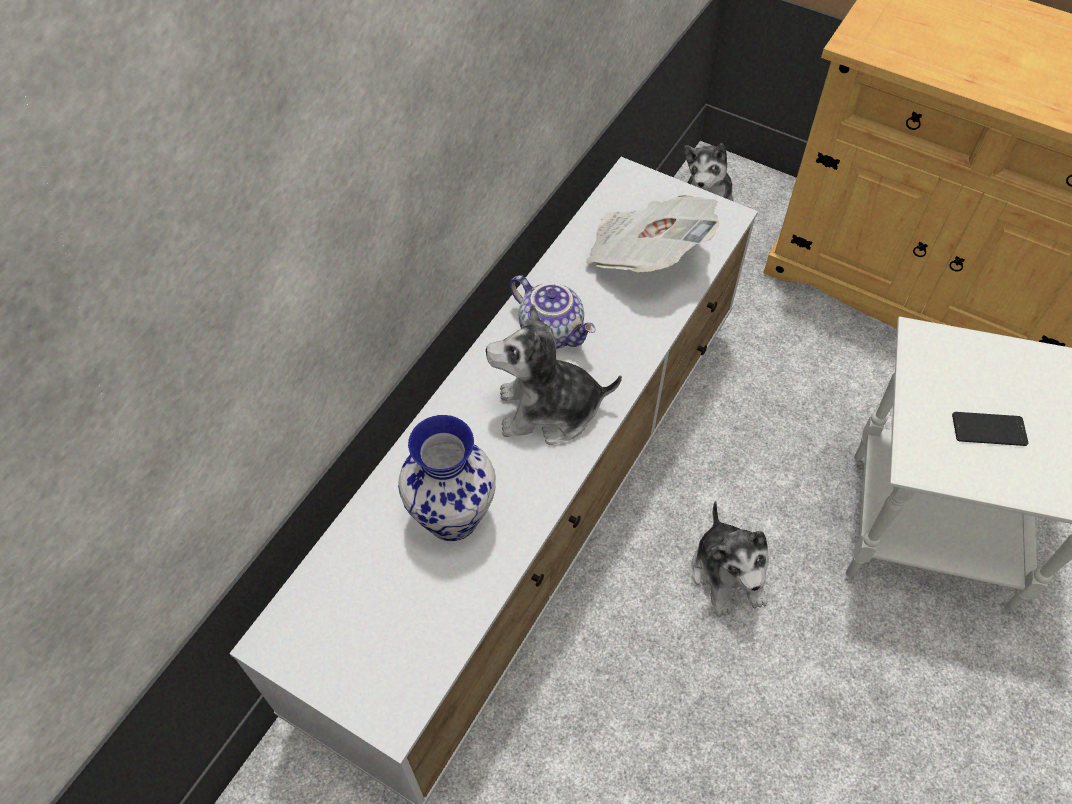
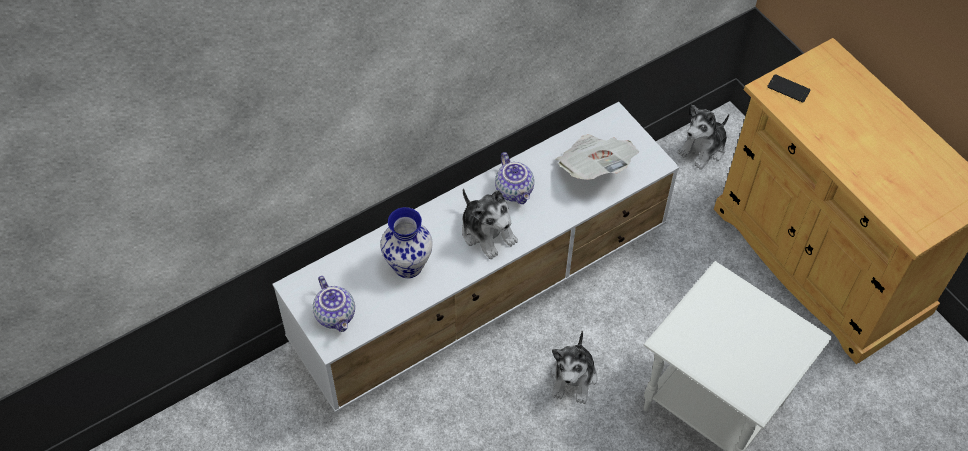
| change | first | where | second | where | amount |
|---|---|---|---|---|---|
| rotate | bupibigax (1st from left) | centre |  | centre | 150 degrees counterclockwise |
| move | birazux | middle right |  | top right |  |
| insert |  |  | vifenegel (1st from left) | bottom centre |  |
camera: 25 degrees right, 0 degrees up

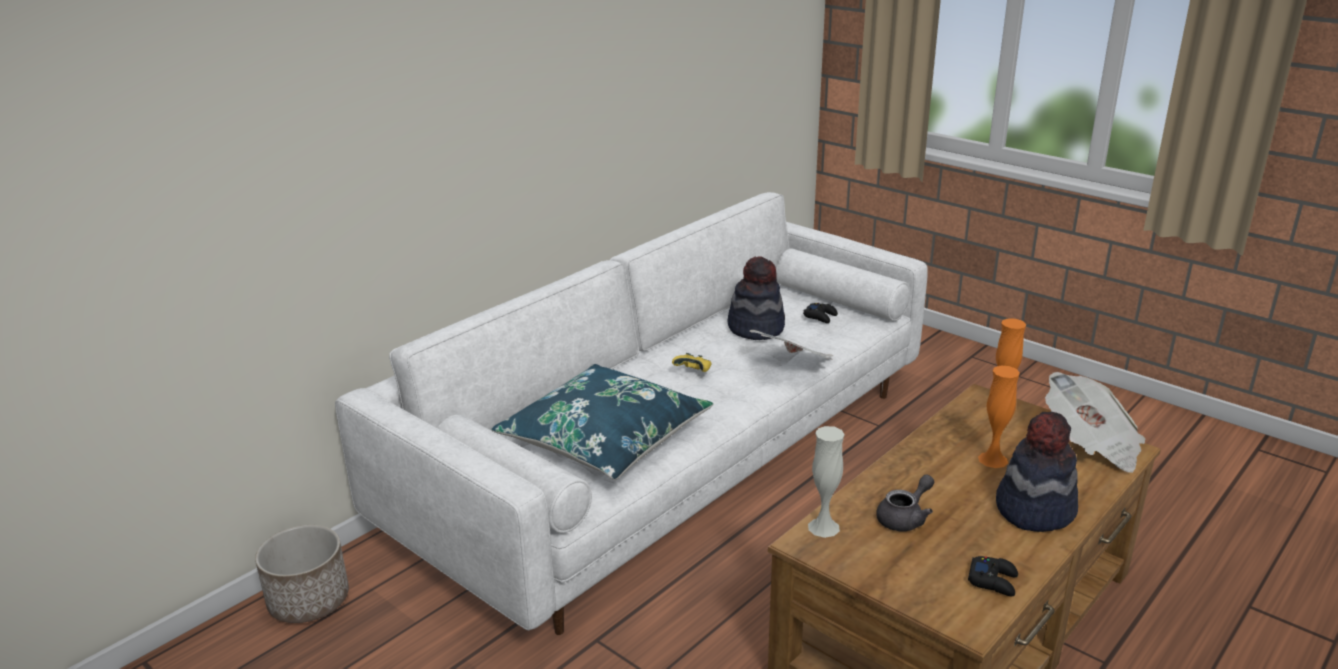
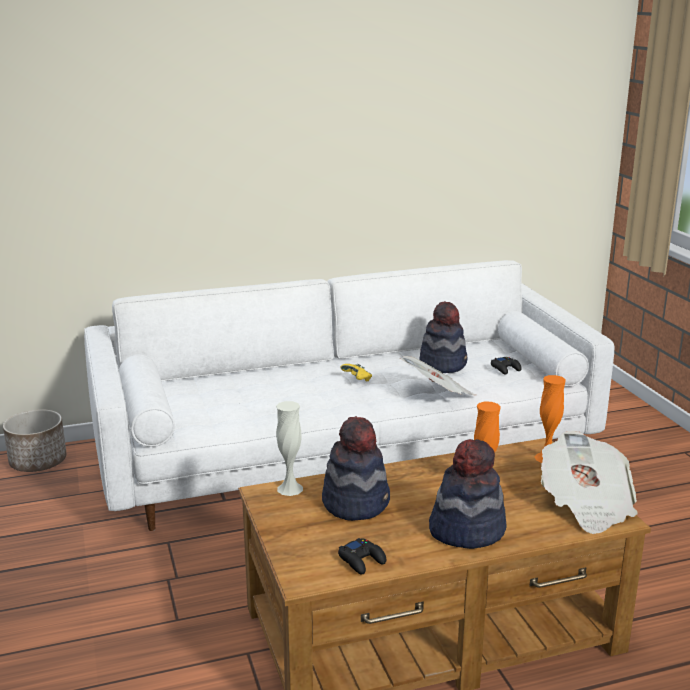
| change | first | where | second | where | amount |
|---|---|---|---|---|---|
| delete | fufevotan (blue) | centre |  |  |  |
| replace | vifenegel (grey) | bottom right | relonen (1st from left) | bottom centre |  |
camera: 30 degrees right, 5 degrees down

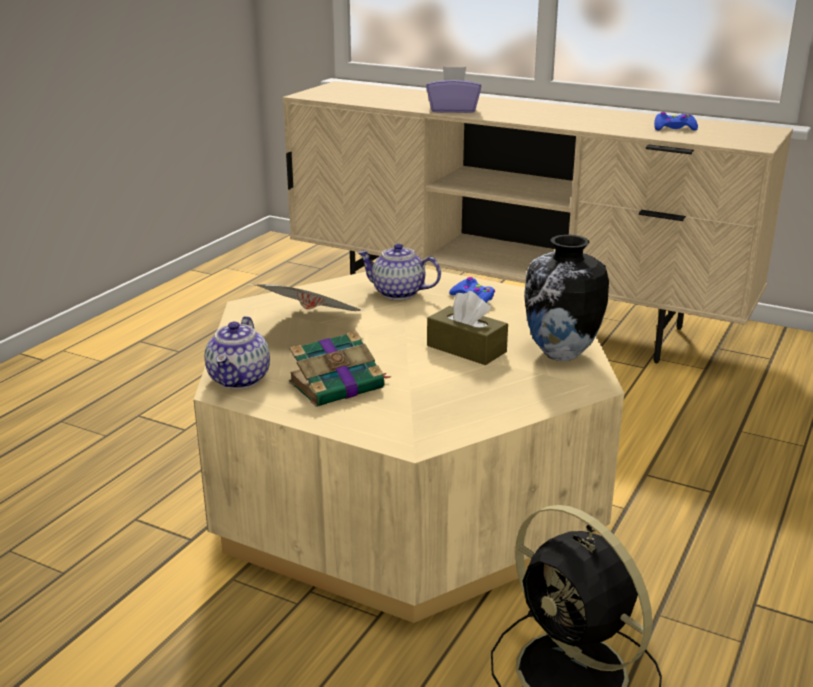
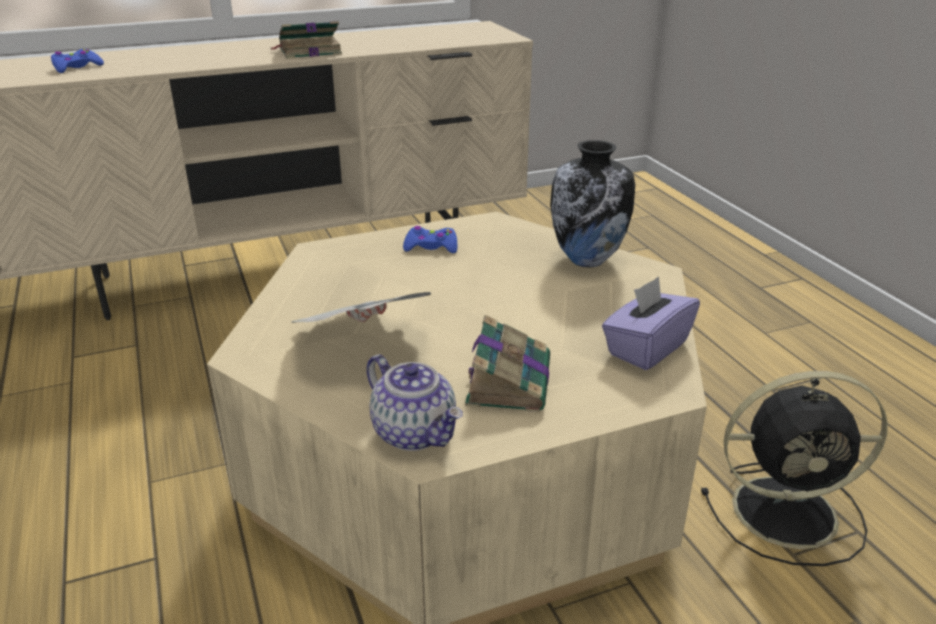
| change | first | where | second | where | amount |
|---|---|---|---|---|---|
| move | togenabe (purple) | top centre |  | middle right |  |
| move | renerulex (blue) (2nd from left in the first image) | top right | renerulex (blue) (1st from left) | top left |  |
| delete | vifenegel (2nd from left) | centre |  |  |  |
| delete | togenabe (brown) | centre |  |  |  |
| insert |  |  | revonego (1st from left) | top left |  |
camera: 50 degrees left, 5 degrees up

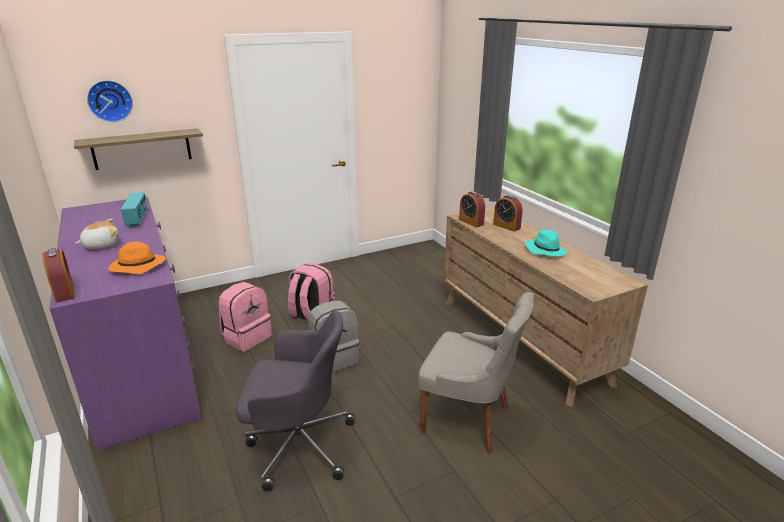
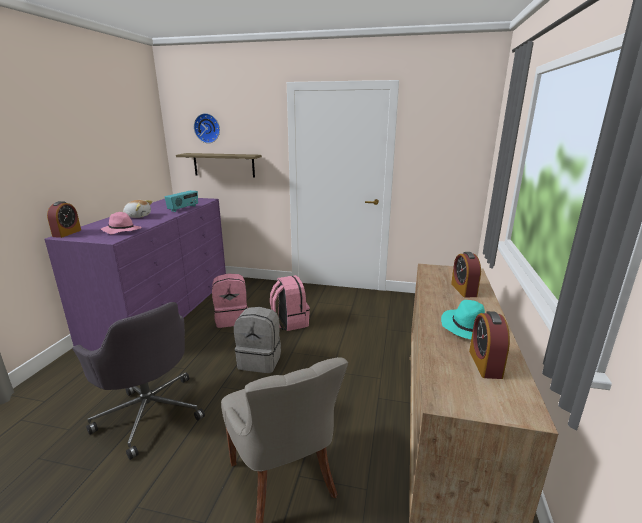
| change | first | where | second | where | amount |
|---|---|---|---|---|---|
| move | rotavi (2nd from left in the first image) | centre | rotavi (3rd from left) | middle right |  |
| recolor | relonen (orange) | middle left | relonen (pink) | middle left |  |
camera: 40 degrees right, 5 degrees down

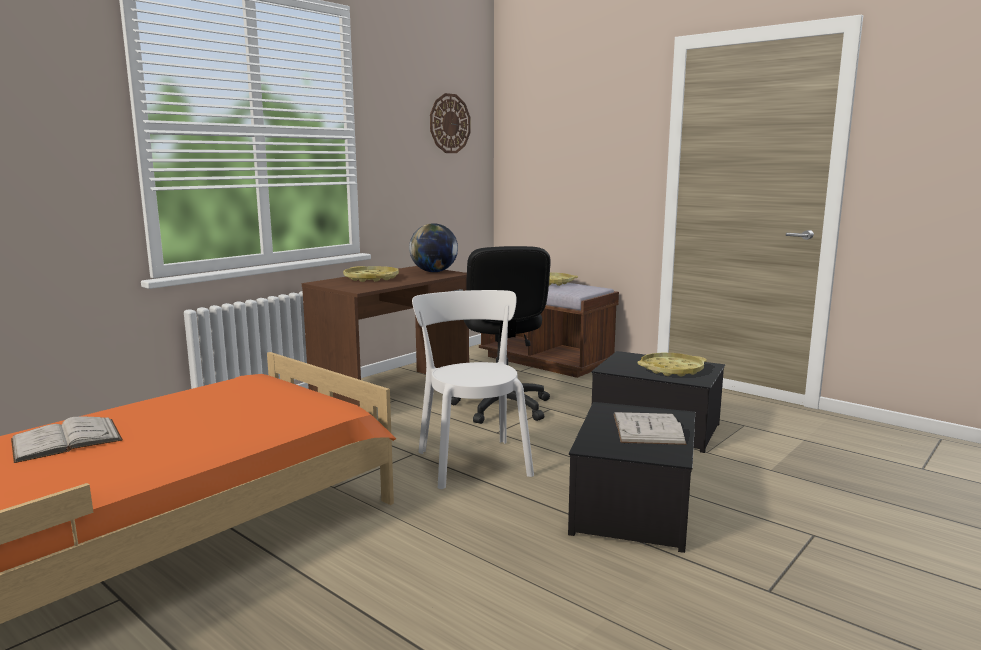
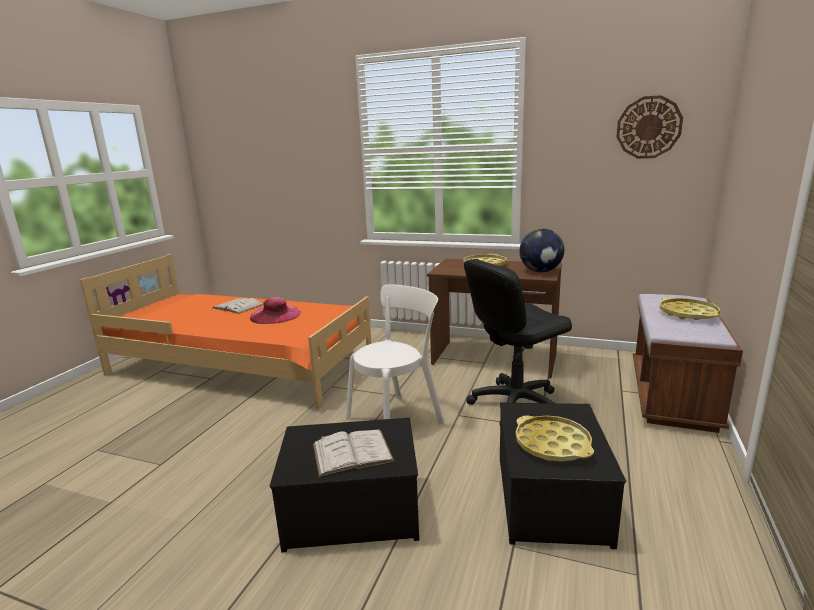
| change | first | where | second | where | amount |
|---|---|---|---|---|---|
| insert |  |  | relonen (pink) | centre |  |
camera: 70 degrees right, 5 degrees up

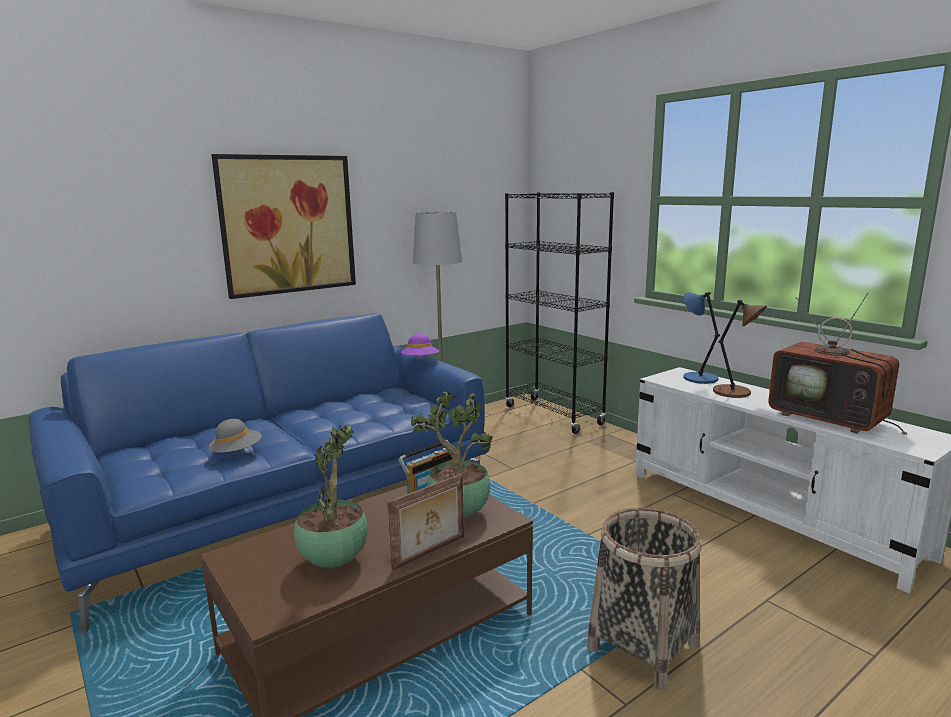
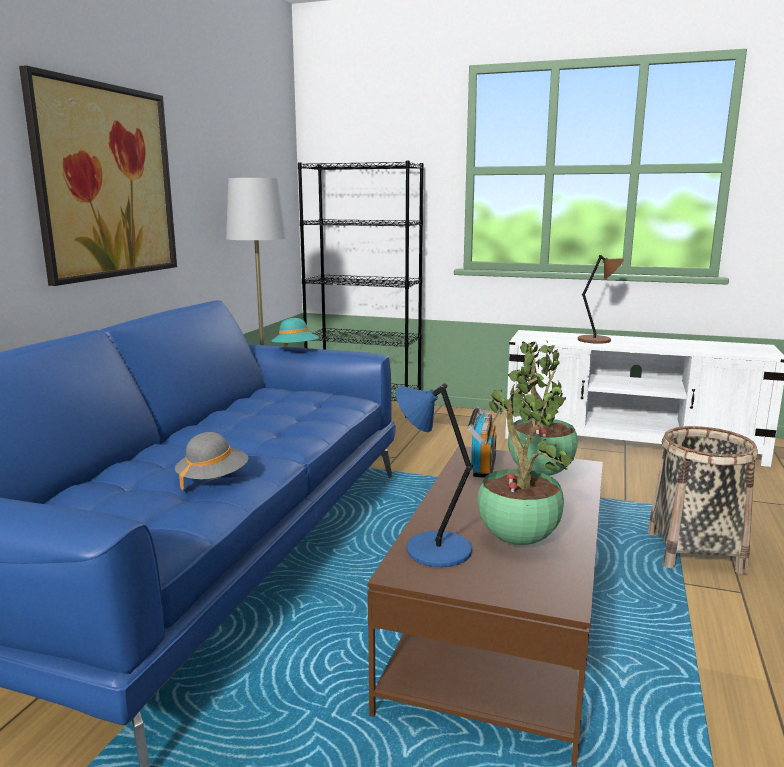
| change | first | where | second | where | amount |
|---|---|---|---|---|---|
| move | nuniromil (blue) | middle right |  | centre |  |
| delete | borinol | middle right |  |  |  |
| recolor | relonen (purple) | centre | relonen (turquoise) | centre |  |
| delete | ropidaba | bottom centre |  |  |  |
camera: 35 degrees left, 0 degrees up

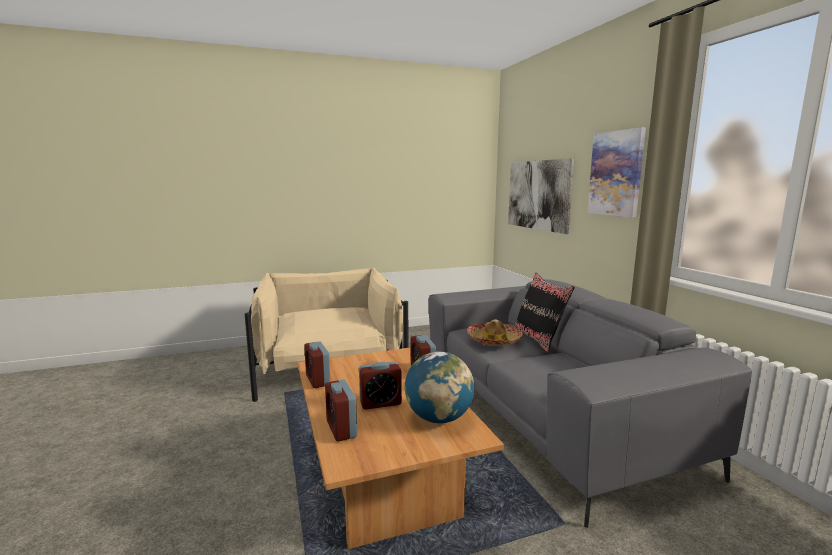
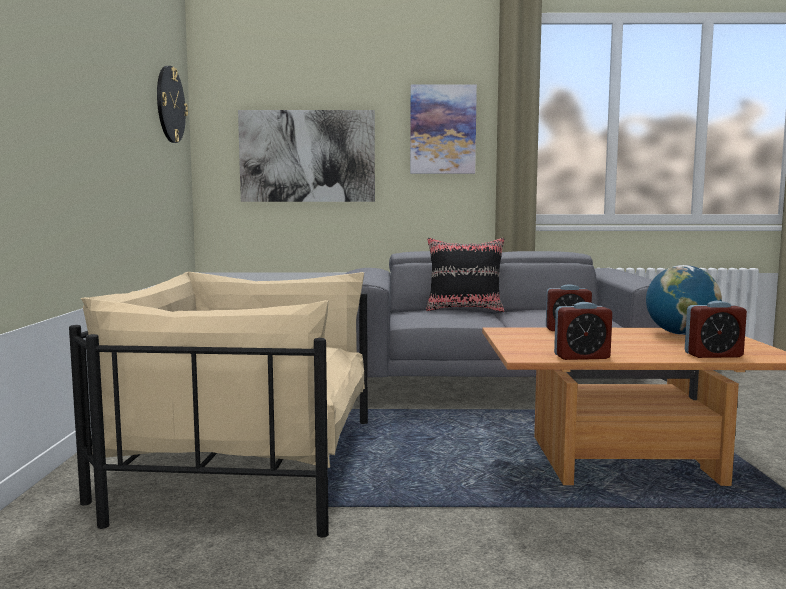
| change | first | where | second | where | amount |
|---|---|---|---|---|---|
| delete | relonen | centre |  |  |  |
| delete | rotavi (3rd from left) | bottom centre |  |  |  |
| insert |  |  | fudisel | top left |  |
camera: 70 degrees left, 5 degrees down

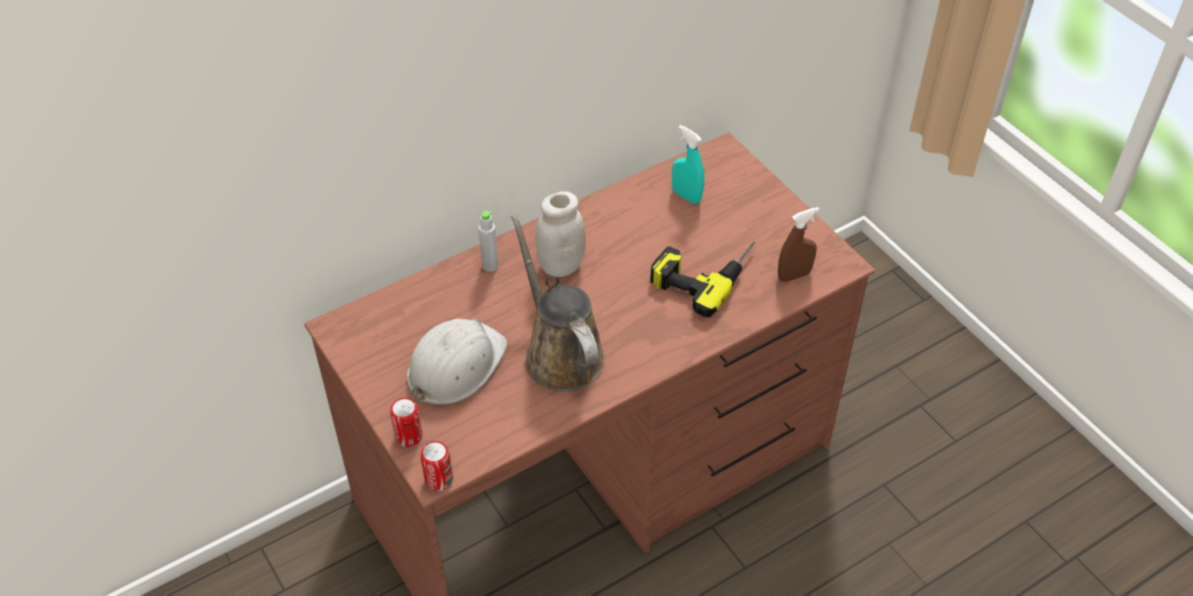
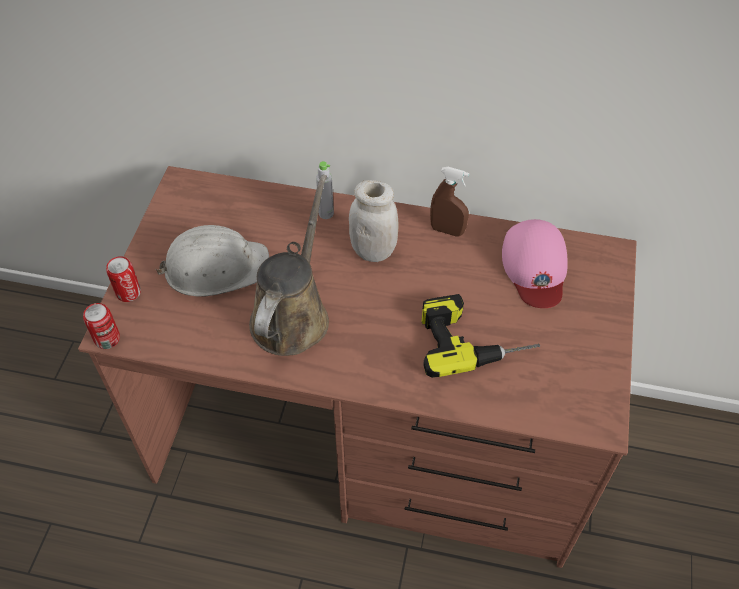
| change | first | where | second | where | amount |
|---|---|---|---|---|---|
| replace | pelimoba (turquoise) | top centre | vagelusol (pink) | middle right |  |
| move | pelimoba (brown) | middle right |  | centre |  |
camera: 45 degrees right, 5 degrees up

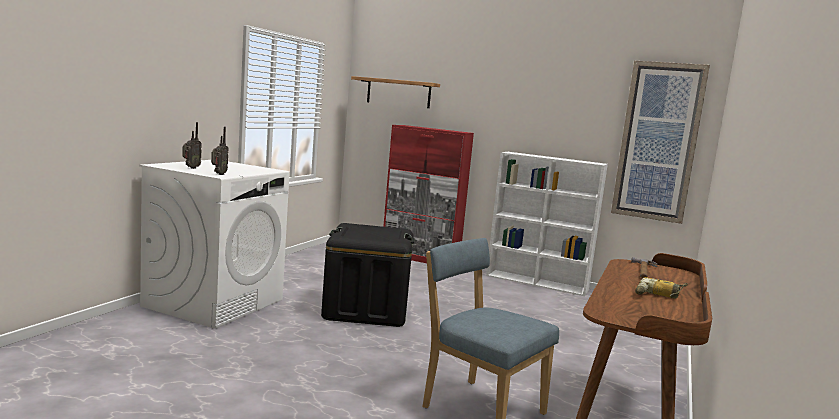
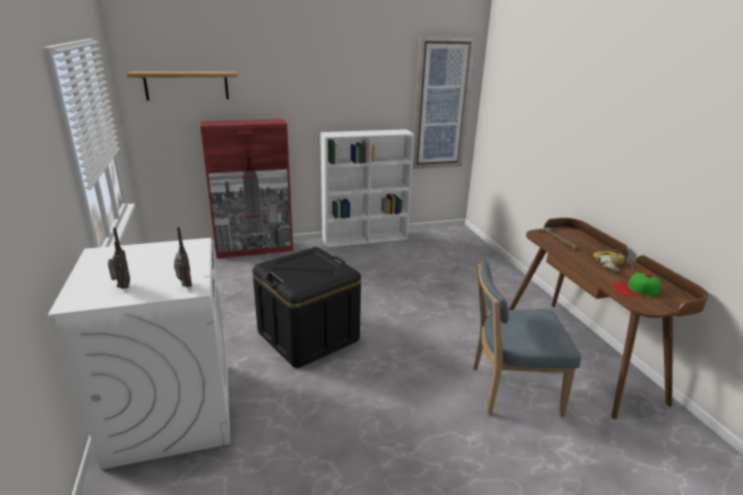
| change | first | where | second | where | amount |
|---|---|---|---|---|---|
| insert |  |  | vagelusol | middle right |  |
camera: 40 degrees left, 15 degrees up

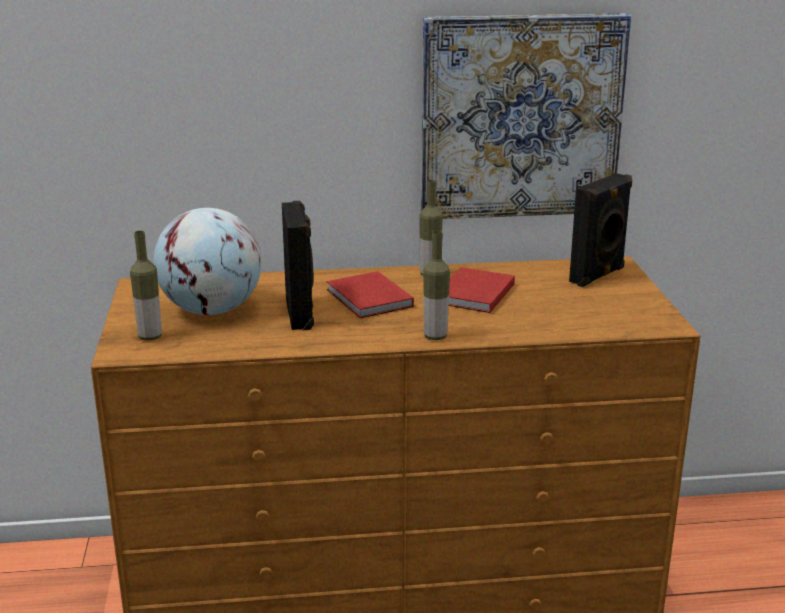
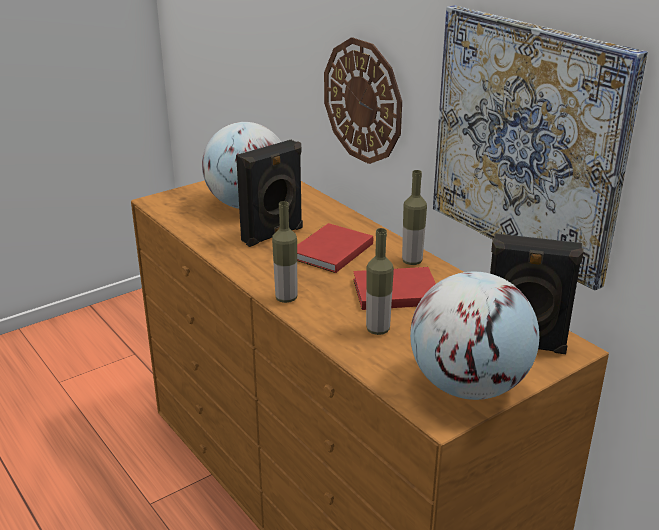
| change | first | where | second | where | amount |
|---|---|---|---|---|---|
| move | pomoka (1st from left in the first image) | middle left | pomoka (2nd from left) | centre |  |
| insert |  |  | fudisel | top centre |  |
| insert |  |  | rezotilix (2nd from left) | middle right |  |
camera: 60 degrees right, 5 degrees up

